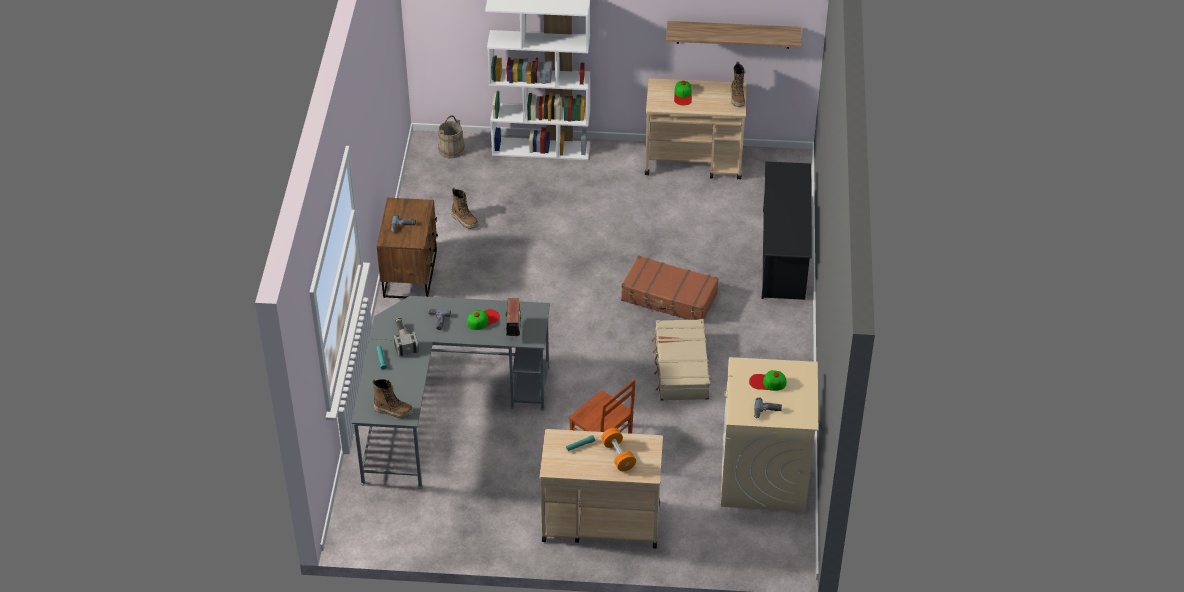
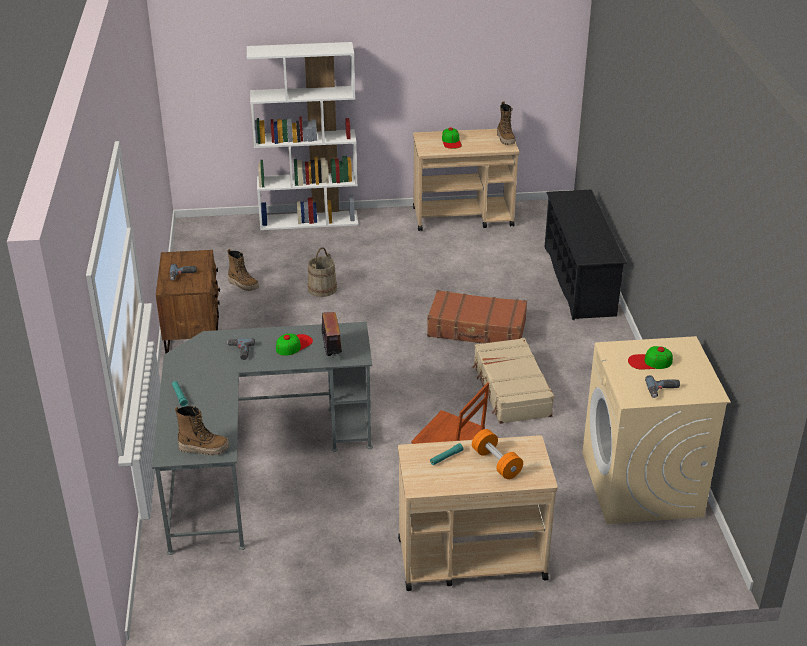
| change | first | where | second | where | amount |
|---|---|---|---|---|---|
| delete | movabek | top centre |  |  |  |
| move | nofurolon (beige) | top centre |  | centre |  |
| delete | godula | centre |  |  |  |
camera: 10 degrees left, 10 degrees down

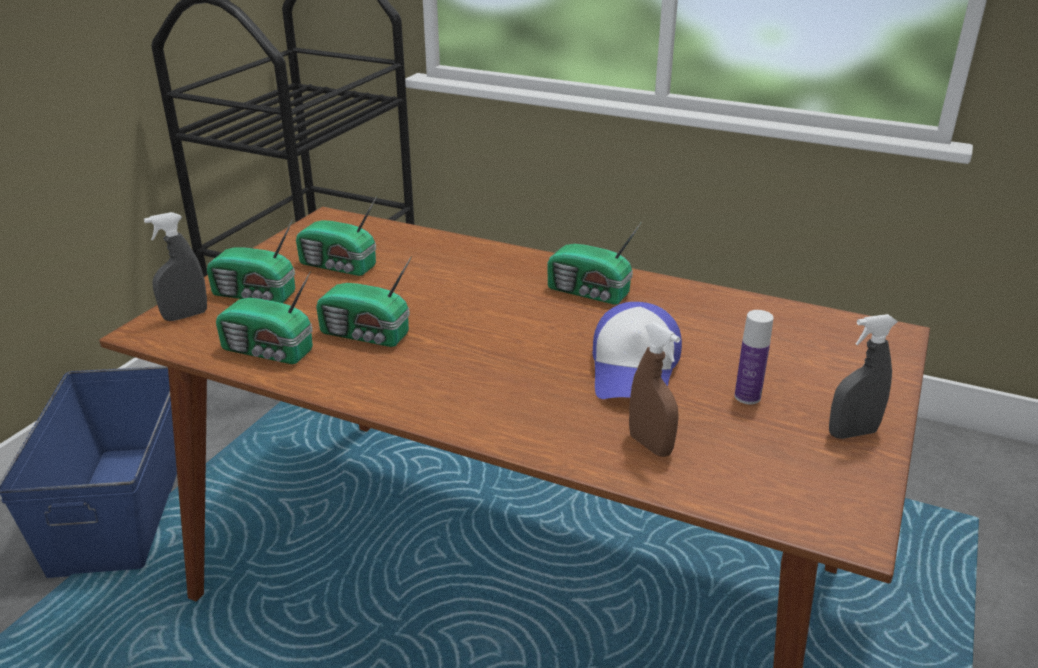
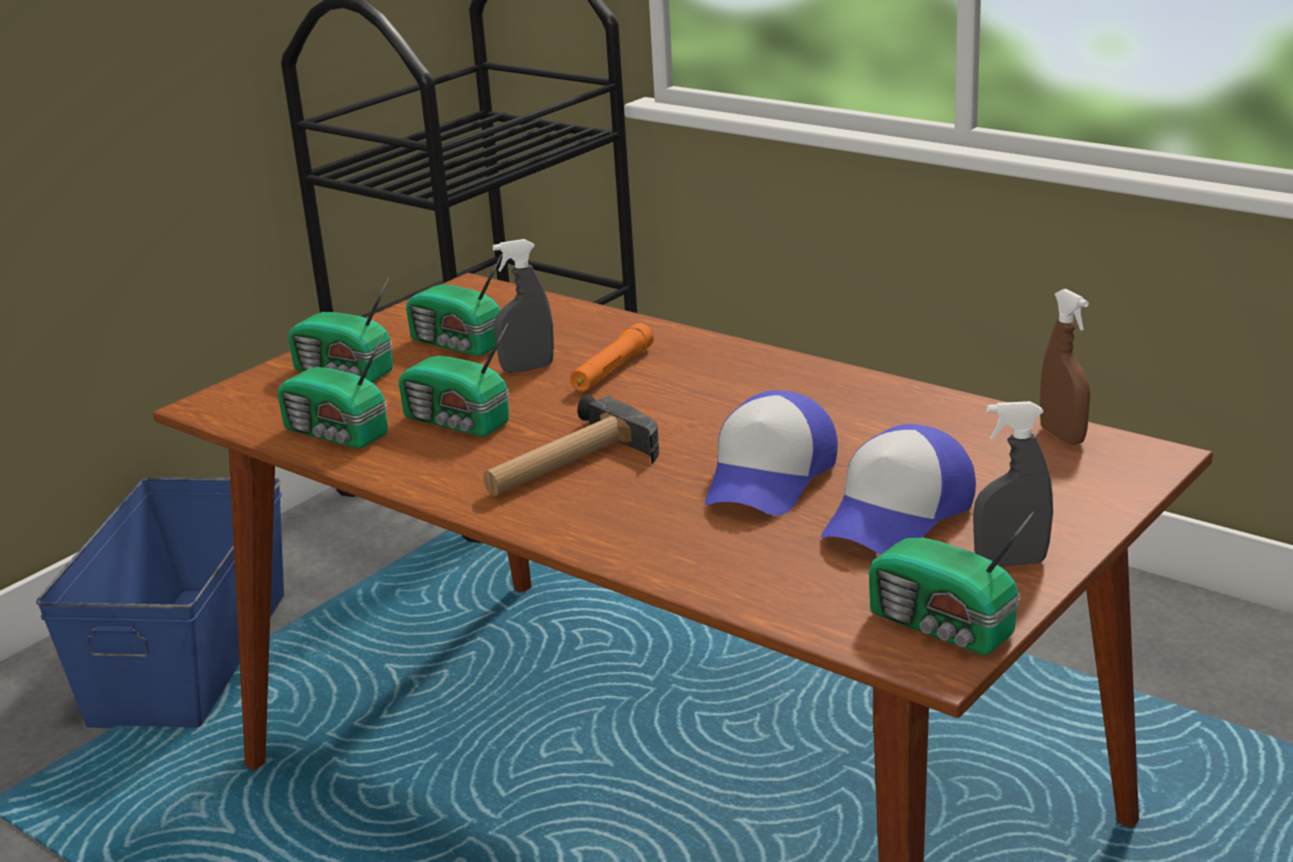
| change | first | where | second | where | amount |
|---|---|---|---|---|---|
| move | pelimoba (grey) (1st from left) | middle left |  | centre |  |
| move | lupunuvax (5th from left) | centre |  | bottom right |  |
| replace | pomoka | middle right | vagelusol (2nd from left) | middle right |  |
| move | pelimoba (brown) | centre |  | middle right |  |
| insert |  |  | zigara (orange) | centre |  |
| insert |  |  | godula | centre |  |
camera: 15 degrees right, 5 degrees down

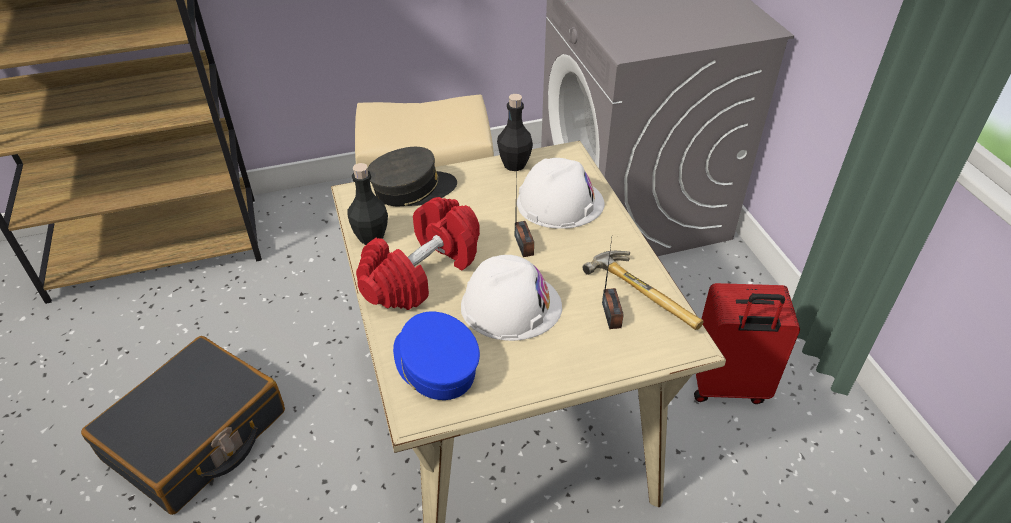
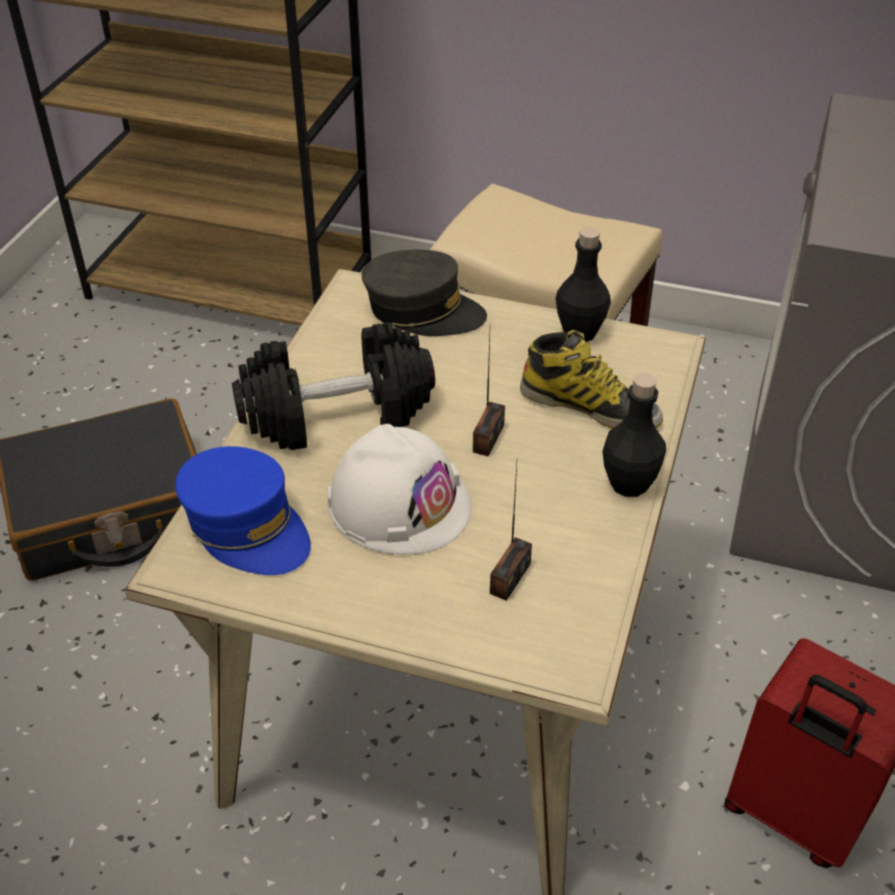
| change | first | where | second | where | amount |
|---|---|---|---|---|---|
| replace | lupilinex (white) (2nd from left) | centre | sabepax | centre |  |
| move | pomoka (black) (1st from left in the first image) | centre | pomoka (black) (2nd from left) | middle right |  |
| recolor | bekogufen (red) | centre | bekogufen (black) | centre |  |
| delete | godula | centre |  |  |  |
| rotate | vagelusol (blue) | bottom centre |  | middle left | 135 degrees clockwise |
camera: 35 degrees right, 0 degrees up

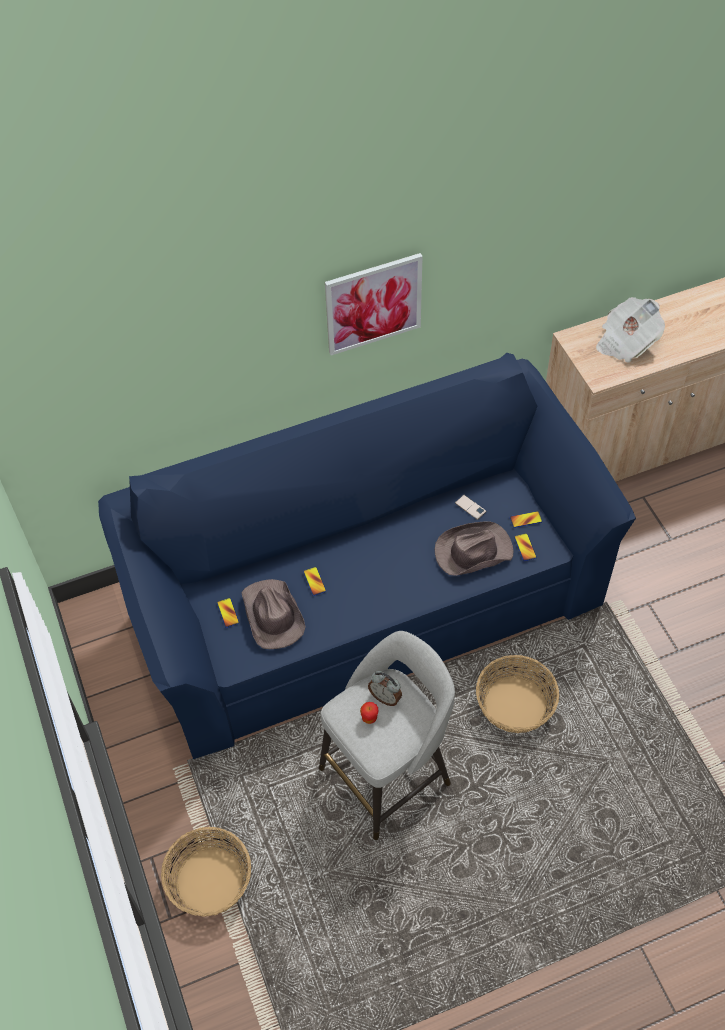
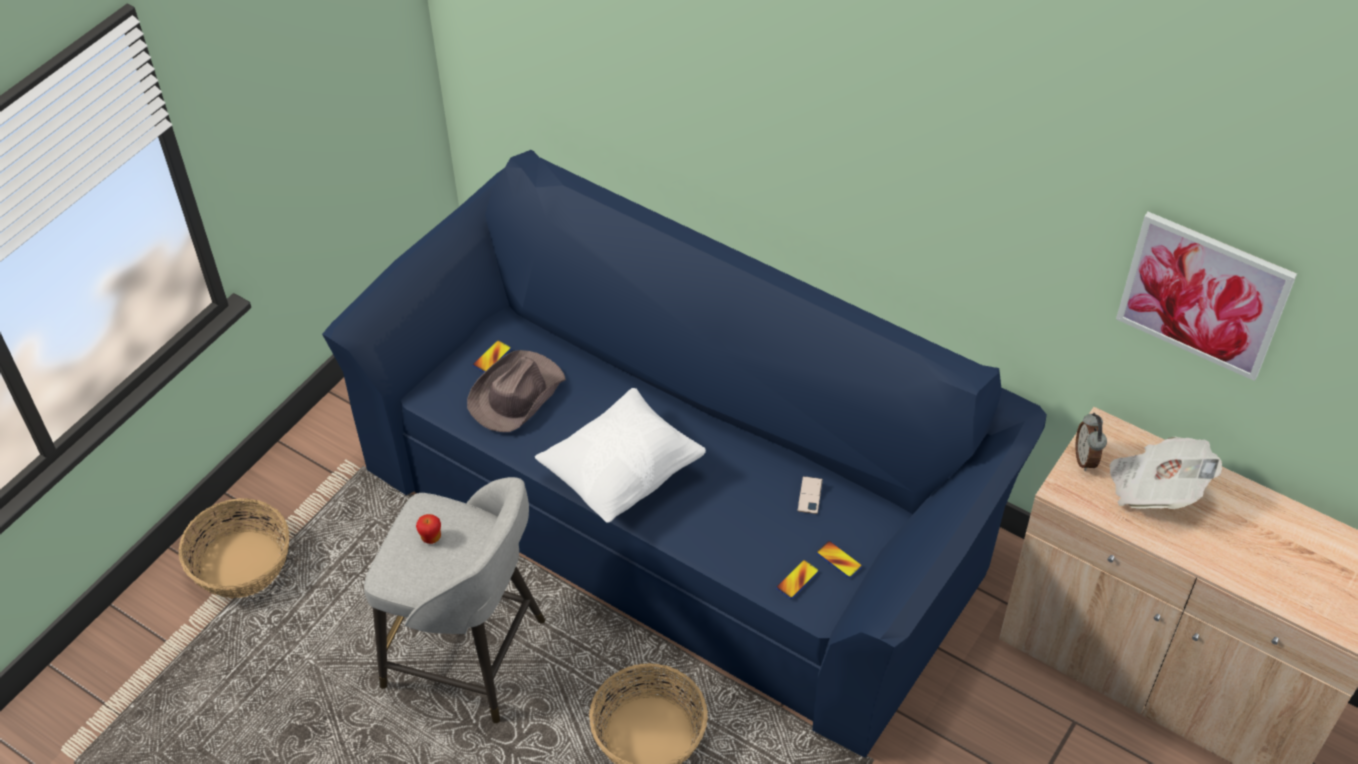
| change | first | where | second | where | amount |
|---|---|---|---|---|---|
| move | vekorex | top centre |  | middle right |  |
| delete | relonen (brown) (2nd from left) | centre |  |  |  |
| delete | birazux (2nd from left) | centre |  |  |  |
| move | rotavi | bottom centre |  | middle right |  |
| insert |  |  | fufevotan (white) | centre |  |
camera: 55 degrees right, 5 degrees down

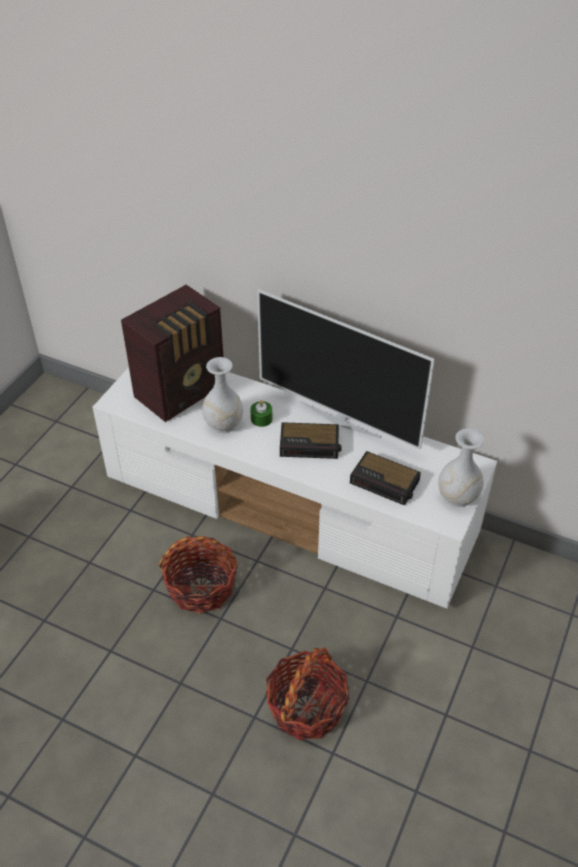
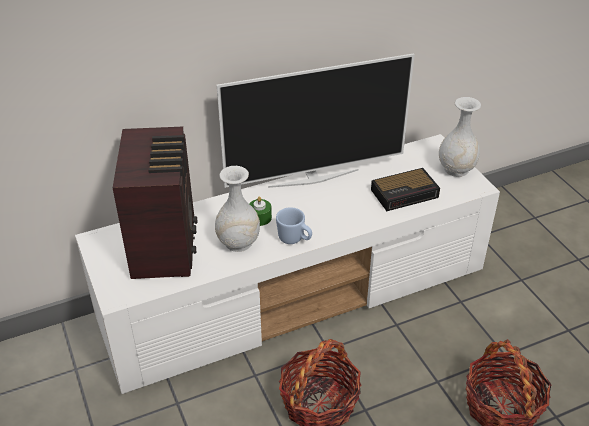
| change | first | where | second | where | amount |
|---|---|---|---|---|---|
| delete | rotavi (1st from left) | centre |  |  |  |
| insert |  |  | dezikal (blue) | centre |  |
camera: 50 degrees left, 5 degrees down

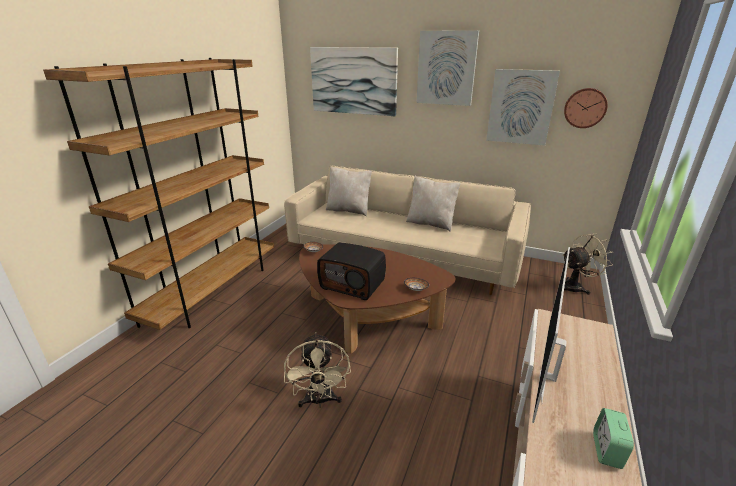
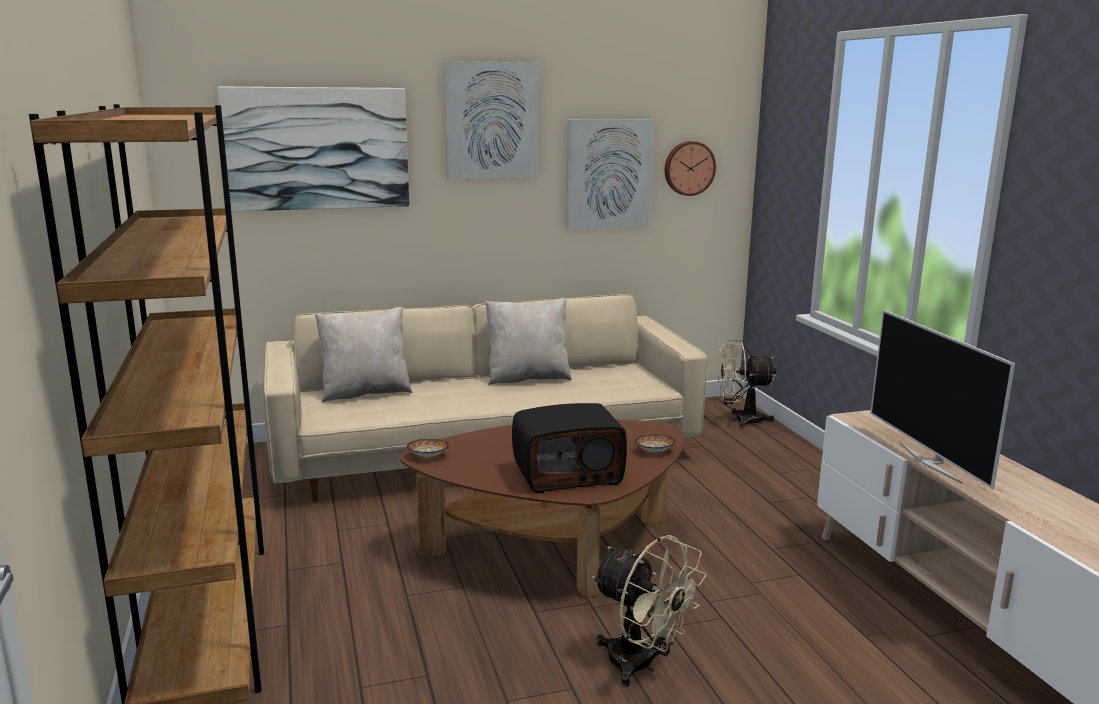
| change | first | where | second | where | amount |
|---|---|---|---|---|---|
| rotate | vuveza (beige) (2nd from left) | middle right |  | middle right | 120 degrees counterclockwise |
| delete | rotavi | bottom right |  |  |  |
camera: 40 degrees left, 10 degrees down

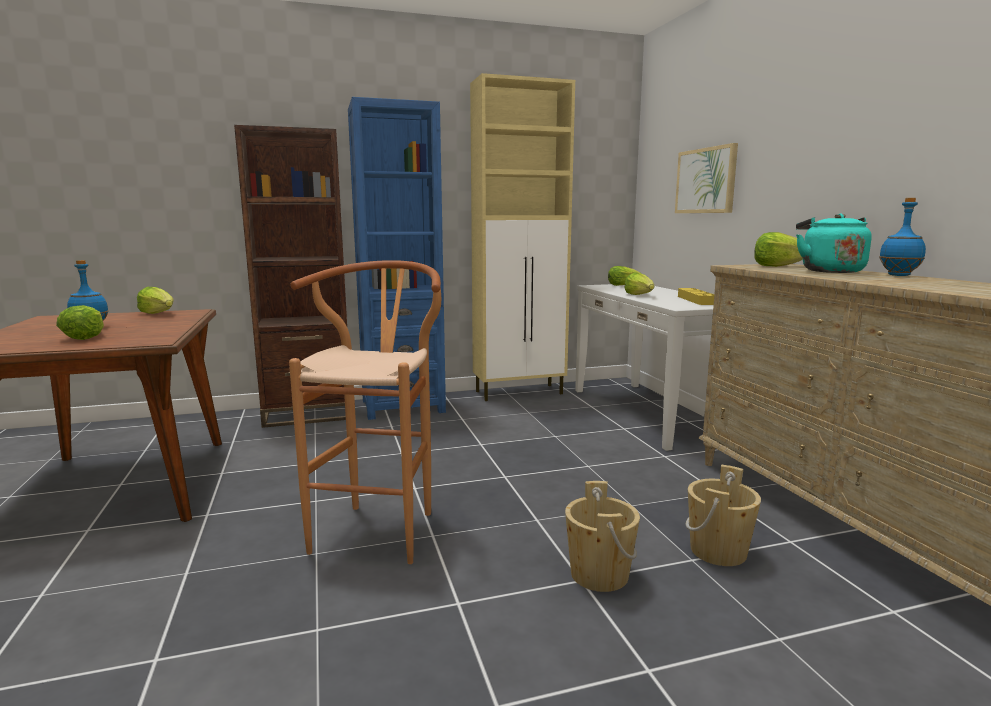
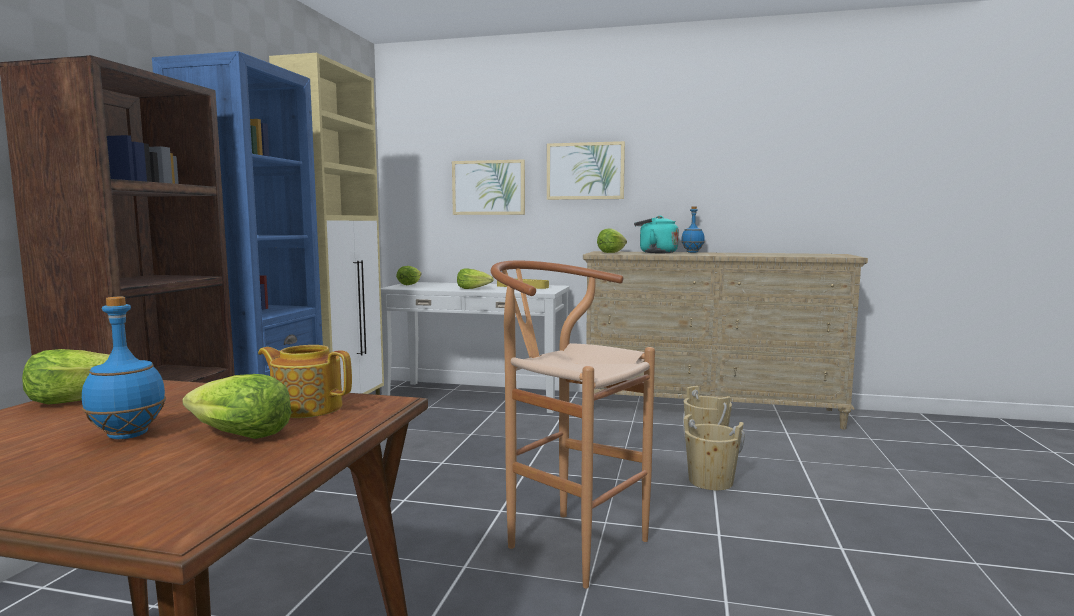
| change | first | where | second | where | amount |
|---|---|---|---|---|---|
| insert |  |  | vekorex (2nd from left) | top centre |  |
| insert |  |  | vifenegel | middle left |  |
camera: 60 degrees left, 5 degrees down

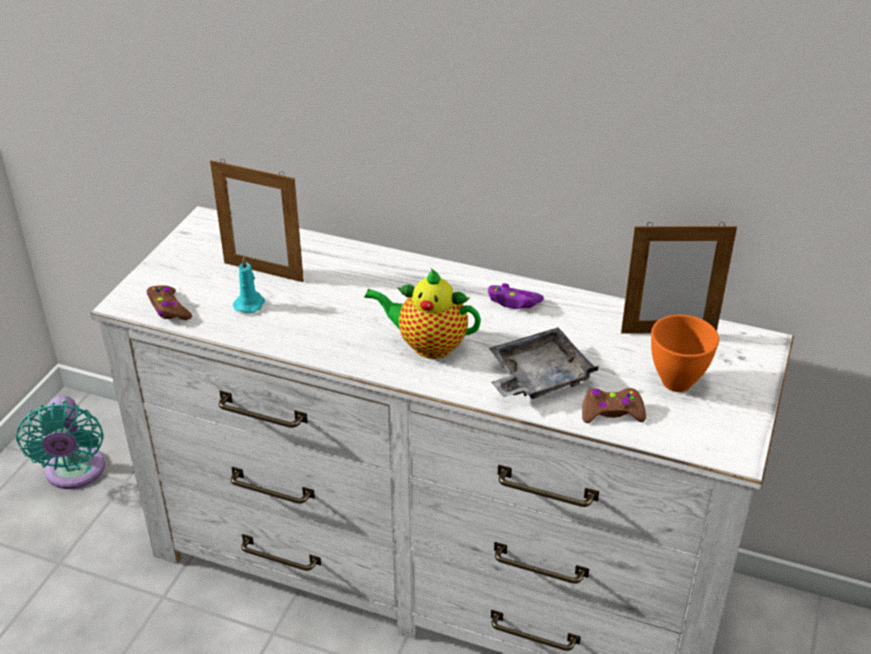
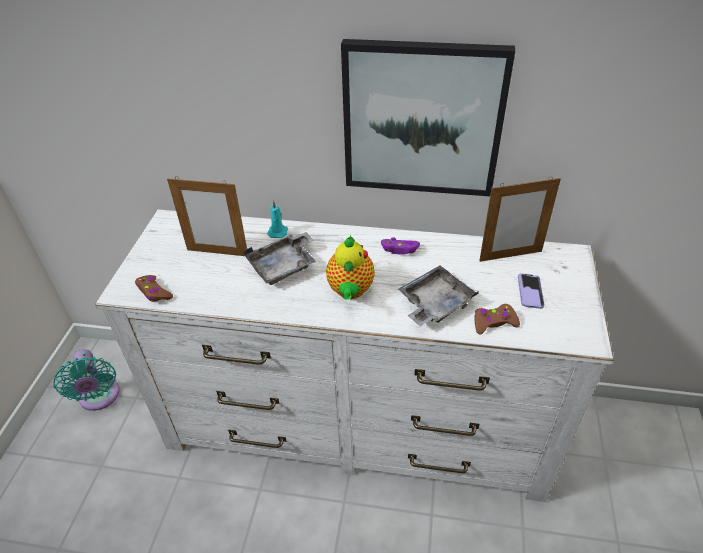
| change | first | where | second | where | amount |
|---|---|---|---|---|---|
| move | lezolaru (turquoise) | middle left |  | centre |  |
| rotate | vifenegel | centre |  | centre | 90 degrees counterclockwise |
| replace | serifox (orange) | middle right | birazux | middle right |  |
| insert |  |  | vekorex | top centre |  |
| insert |  |  | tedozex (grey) (1st from left) | centre |  |
camera: 10 degrees left, 5 degrees up

